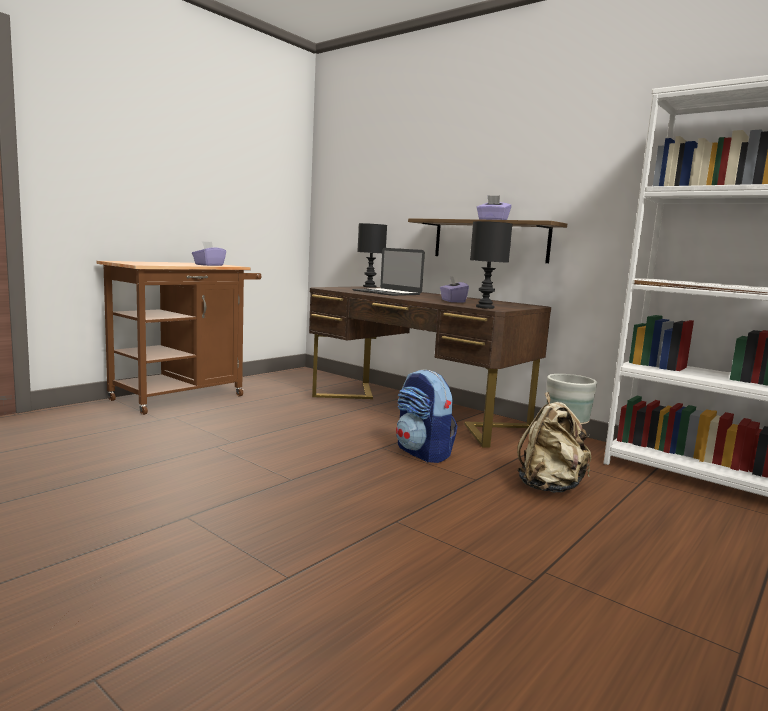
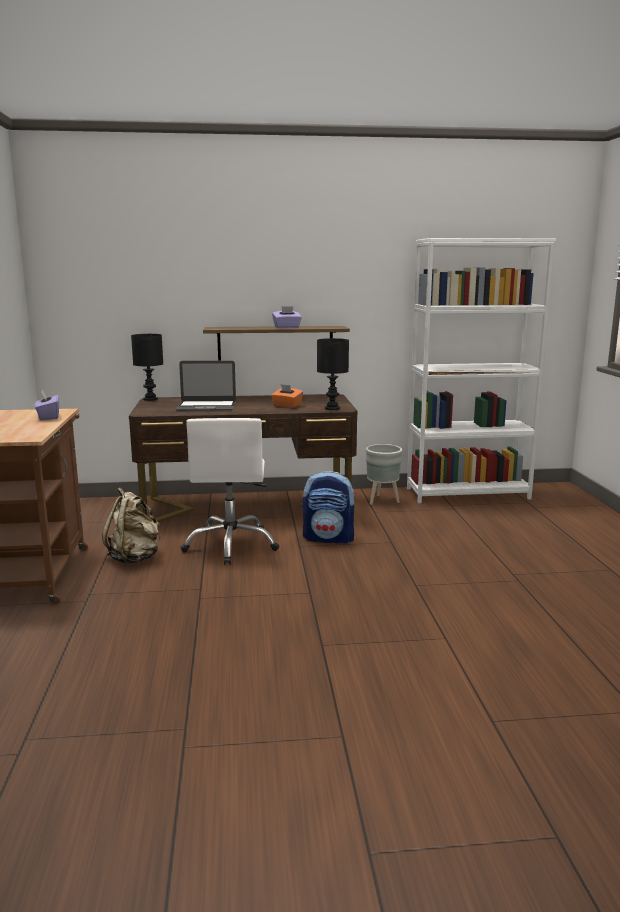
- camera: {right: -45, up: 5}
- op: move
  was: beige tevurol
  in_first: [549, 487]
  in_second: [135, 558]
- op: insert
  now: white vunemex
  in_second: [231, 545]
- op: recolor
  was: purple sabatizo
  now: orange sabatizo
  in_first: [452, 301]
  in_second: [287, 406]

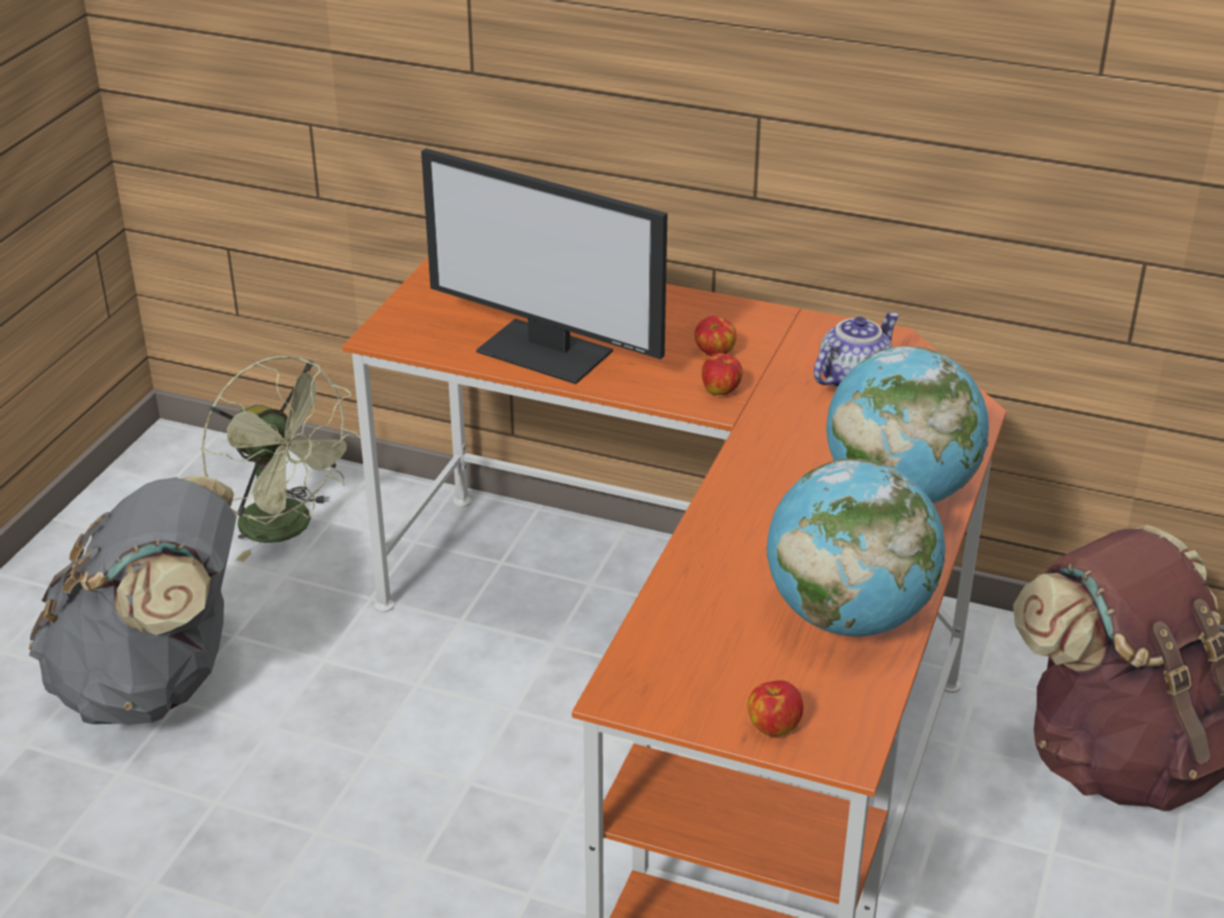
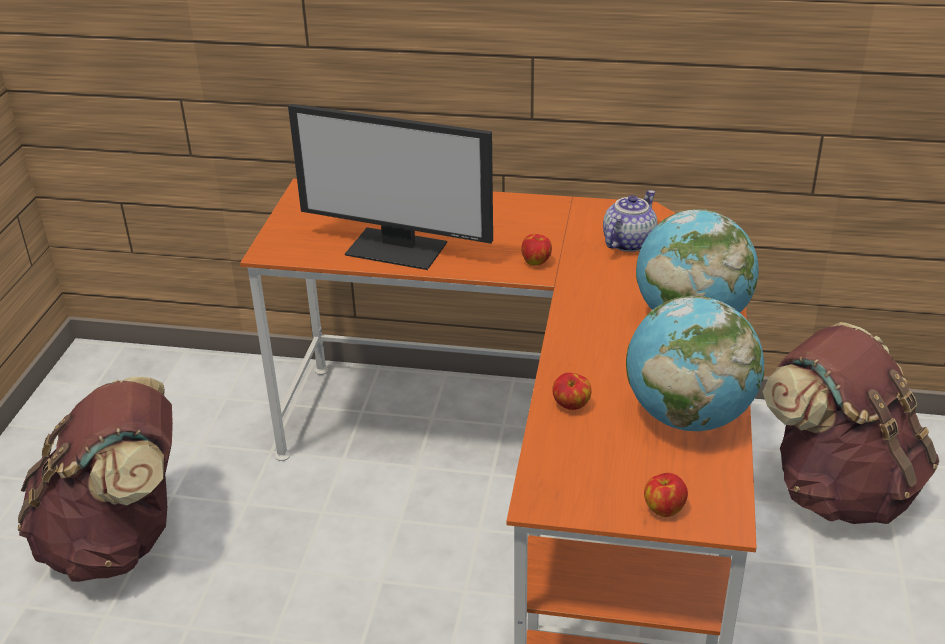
- camera: {right: -10, up: 0}
- op: recolor
  was: grey tevurol
  now: brown tevurol
  in_first: [157, 682]
  in_second: [120, 540]
- op: move
  was: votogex
  in_first: [714, 353]
  in_second: [571, 405]
- op: delete
  was: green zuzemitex
  in_first: [288, 528]

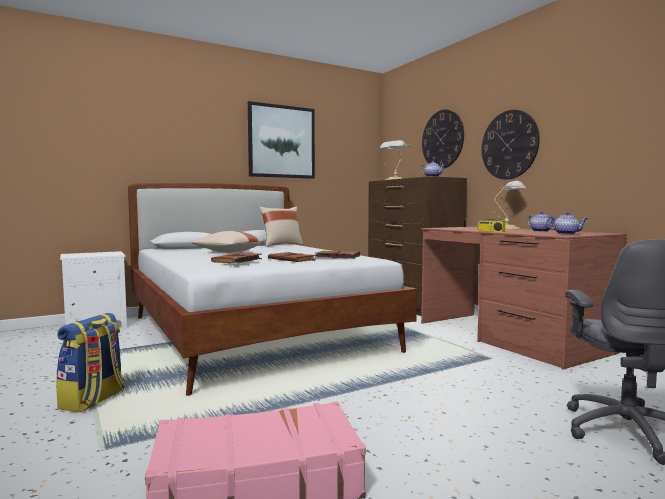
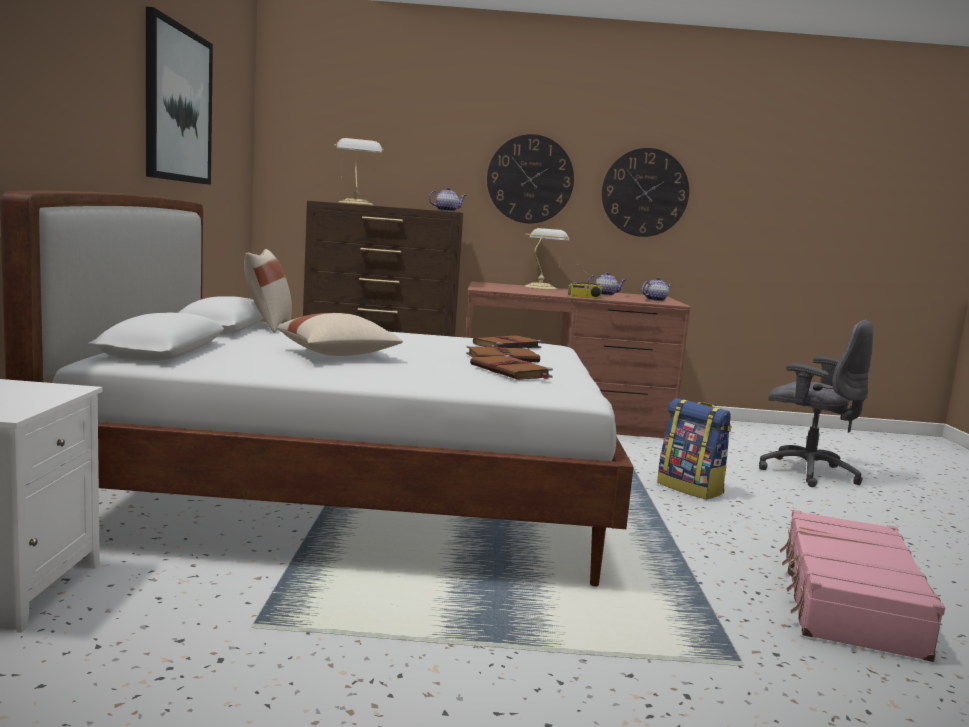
- camera: {right: -60, up: 5}
- op: move
  was: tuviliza
  in_first: [442, 139]
  in_second: [645, 192]
- op: move
  was: tevurol
  in_first: [93, 400]
  in_second: [691, 488]

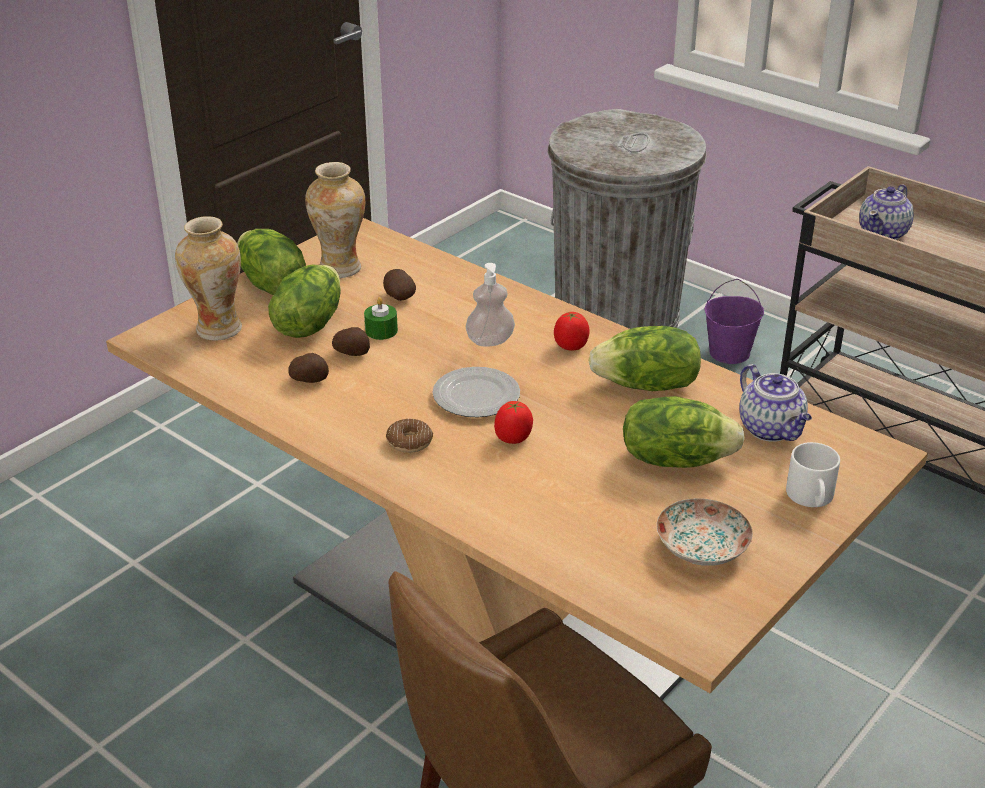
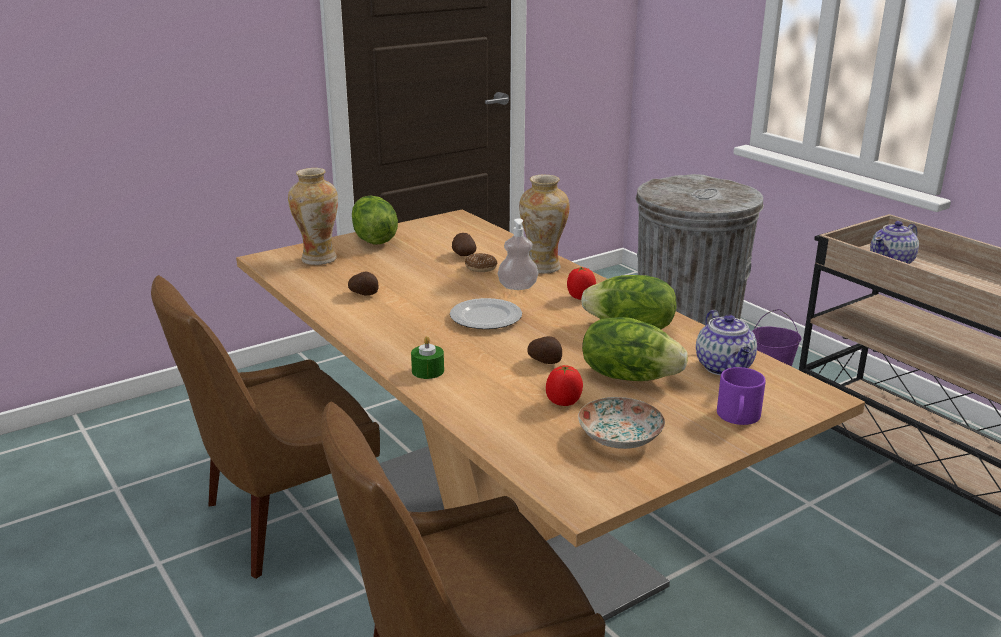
- camera: {right: 15, up: -10}
- op: insert
  now: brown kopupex
  in_second: [282, 521]
- op: move
  was: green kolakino
  in_first: [381, 331]
  in_second: [428, 371]
- op: move
  was: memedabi
  in_first: [409, 442]
  in_second: [481, 268]
- op: move
  was: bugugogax
  in_first: [340, 269]
  in_second: [542, 268]
- op: move
  was: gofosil
  in_first: [352, 353]
  in_second: [545, 361]
- op: move
  was: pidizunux
  in_first: [513, 439]
  in_second: [563, 402]
- op: recolor
  was: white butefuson
  now: purple butefuson
  in_first: [812, 498]
  in_second: [739, 418]
- op: delete
  was: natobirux
  in_first: [308, 324]

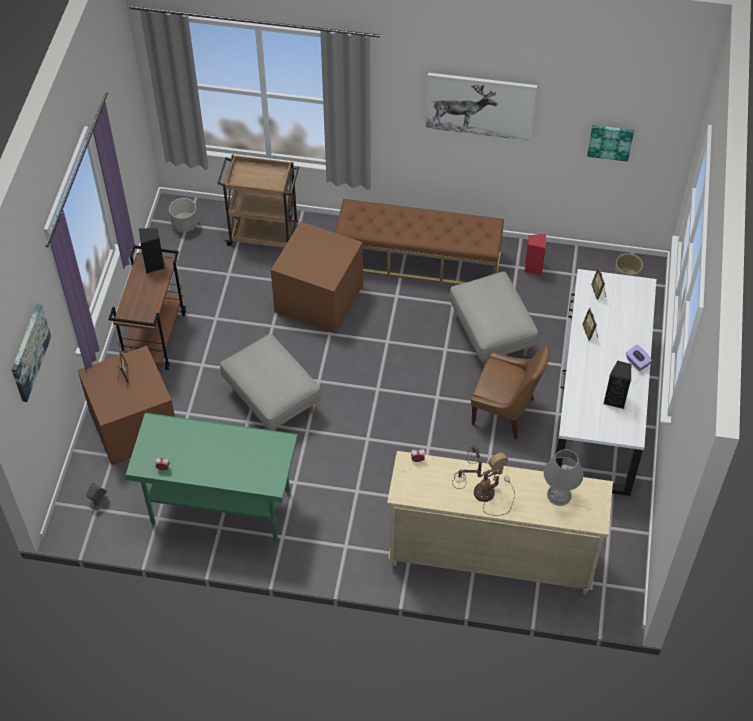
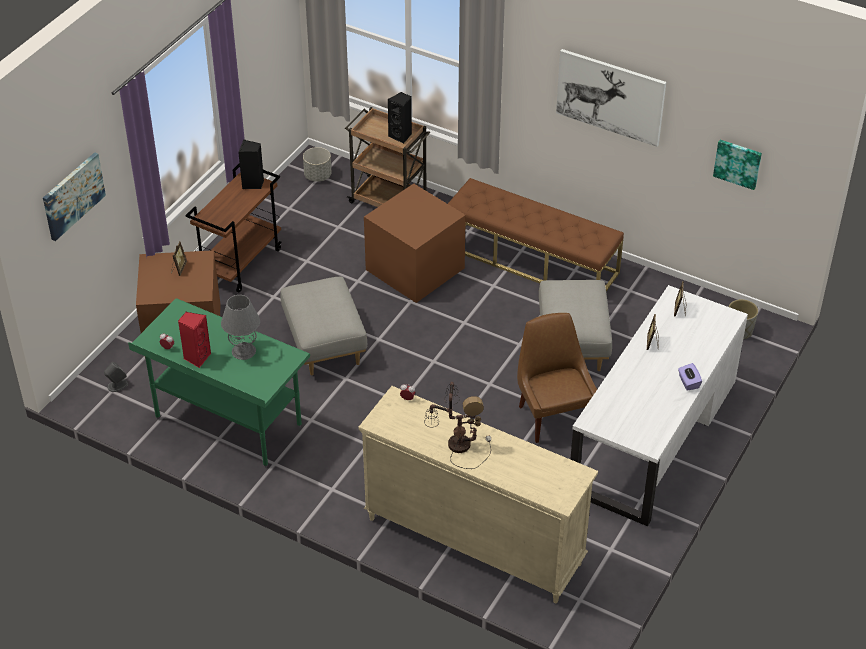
- camera: {right: 20, up: -10}
- op: move
  was: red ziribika
  in_first: [533, 268]
  in_second: [196, 357]
- op: move
  was: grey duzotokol
  in_first: [559, 495]
  in_second: [243, 351]
- op: move
  was: black ziribika
  in_first: [615, 399]
  in_second: [401, 136]
- op: rotate
  was: brown kopupex
  in_first: [505, 412]
  in_second: [553, 416]
  clockwise: -150

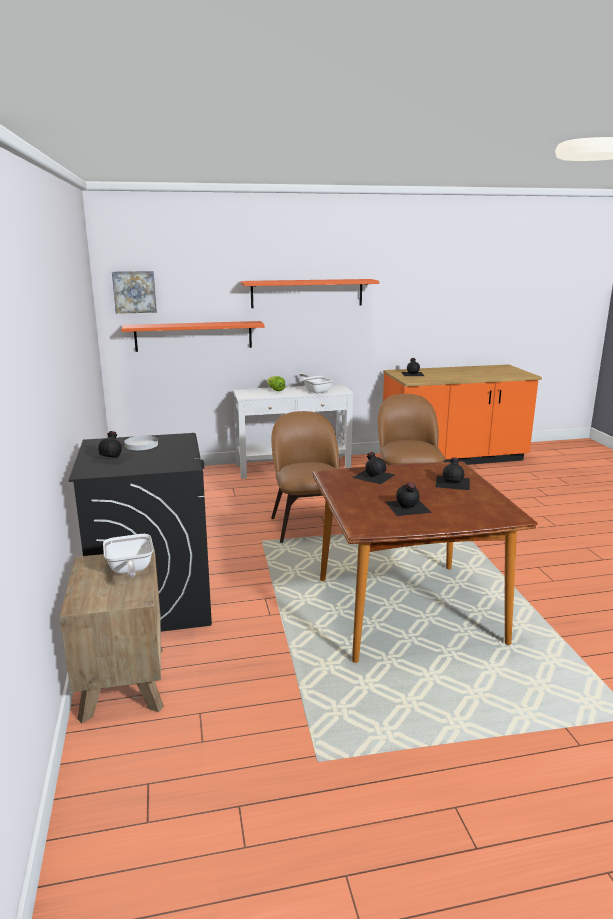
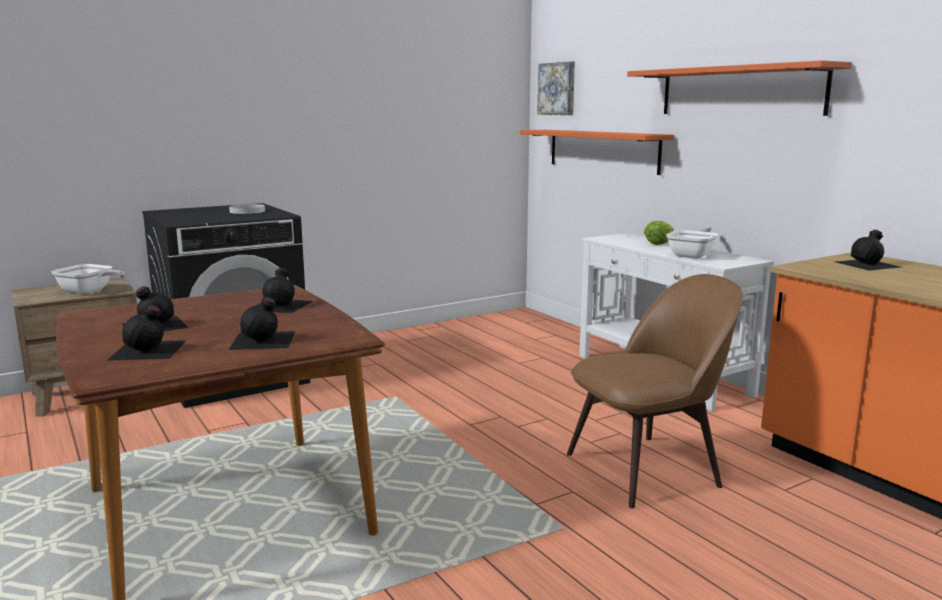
- camera: {right: 70, up: -5}
- op: rotate
  was: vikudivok
  in_first: [130, 570]
  in_second: [89, 291]
  clockwise: -120
- op: move
  was: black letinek
  in_first: [113, 457]
  in_second: [148, 350]
- op: delete
  was: brown kopupex
  in_first: [308, 525]

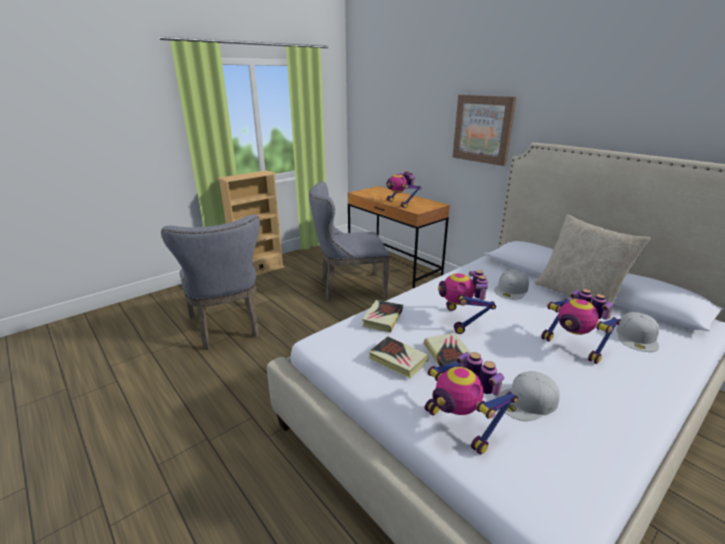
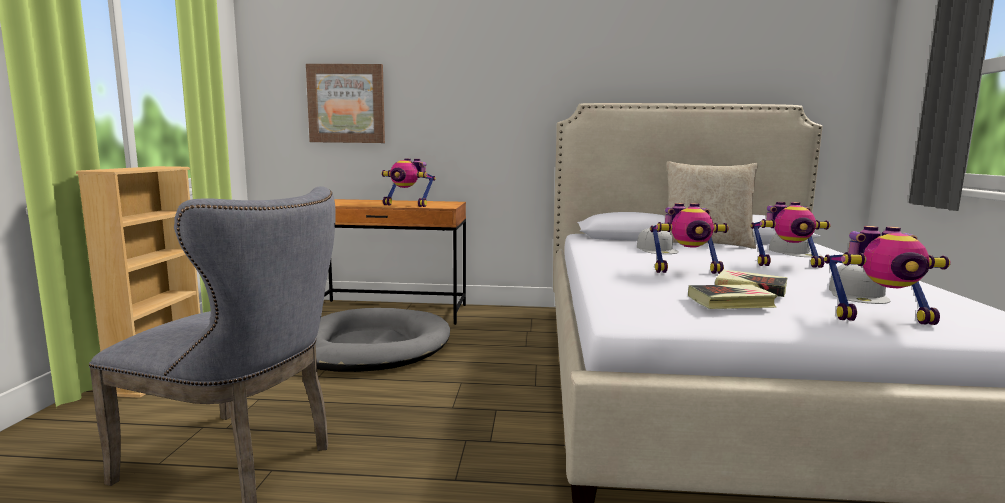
- camera: {right: -45, up: -15}
- op: move
  was: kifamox
  in_first: [483, 129]
  in_second: [346, 104]
- op: replace
  was: grey kopupex
  now: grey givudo
  in_first: [348, 288]
  in_second: [369, 347]
- op: rotate
  was: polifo
  in_first: [461, 320]
  in_second: [686, 271]
  clockwise: -45
- op: delete
  was: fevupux
  in_first: [382, 318]

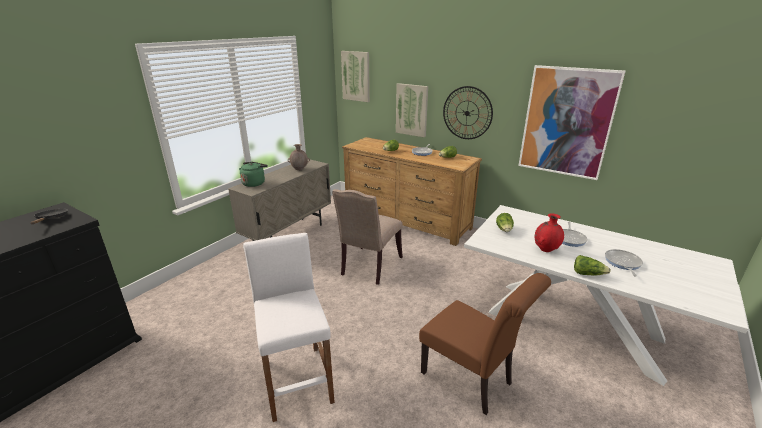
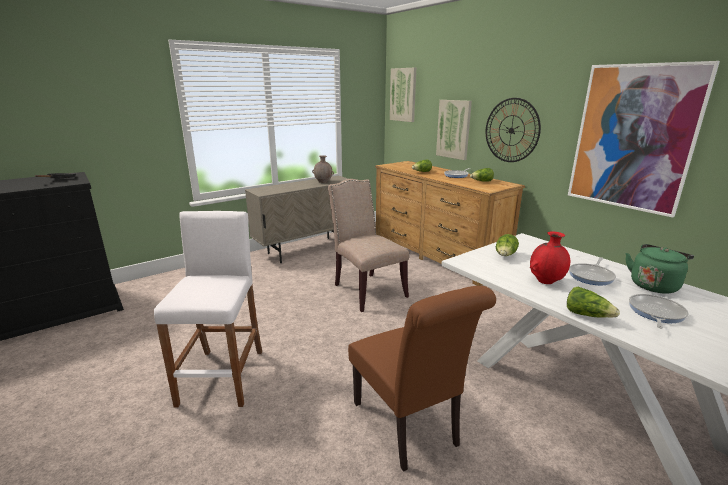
- camera: {right: 20, up: -5}
- op: rotate
  was: beige kopupex
  in_first: [369, 267]
  in_second: [366, 290]
  clockwise: 105
- op: move
  was: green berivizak
  in_first: [254, 183]
  in_second: [654, 285]

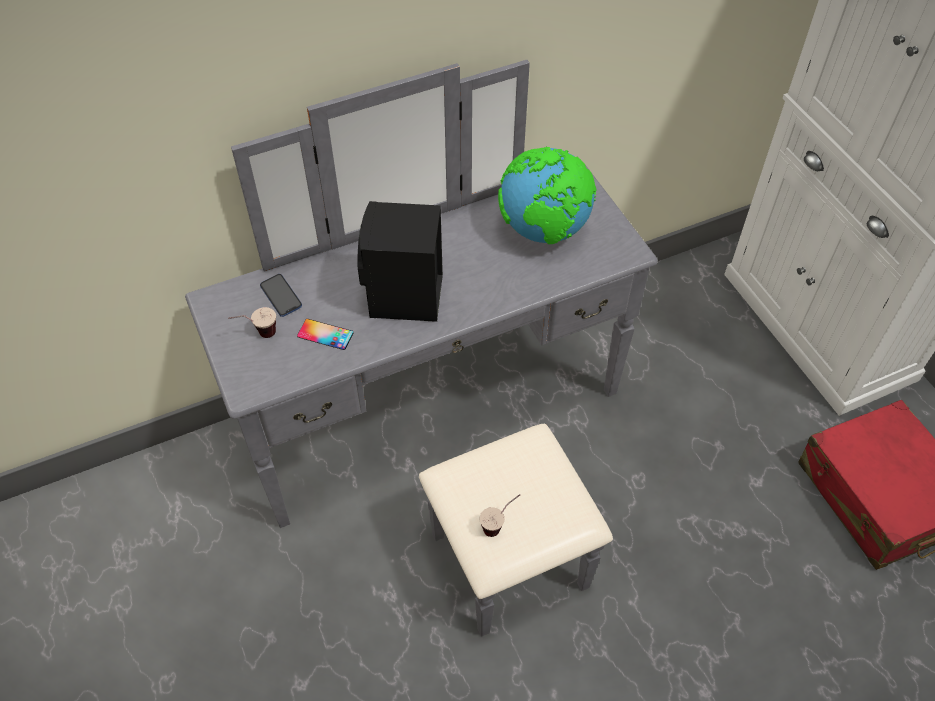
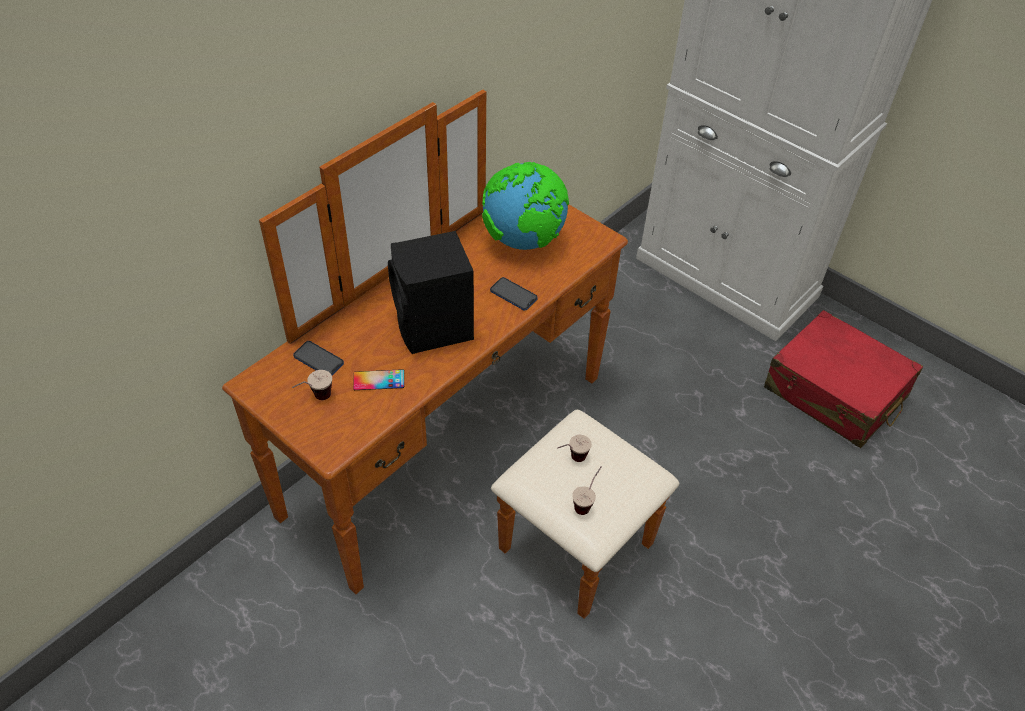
- camera: {right: -25, up: -5}
- op: recolor
  was: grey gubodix
  now: brown gubodix
  in_first: [450, 442]
  in_second: [476, 465]
- op: insert
  now: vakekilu
  in_second: [513, 295]
- op: insert
  now: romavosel
  in_second: [571, 460]

